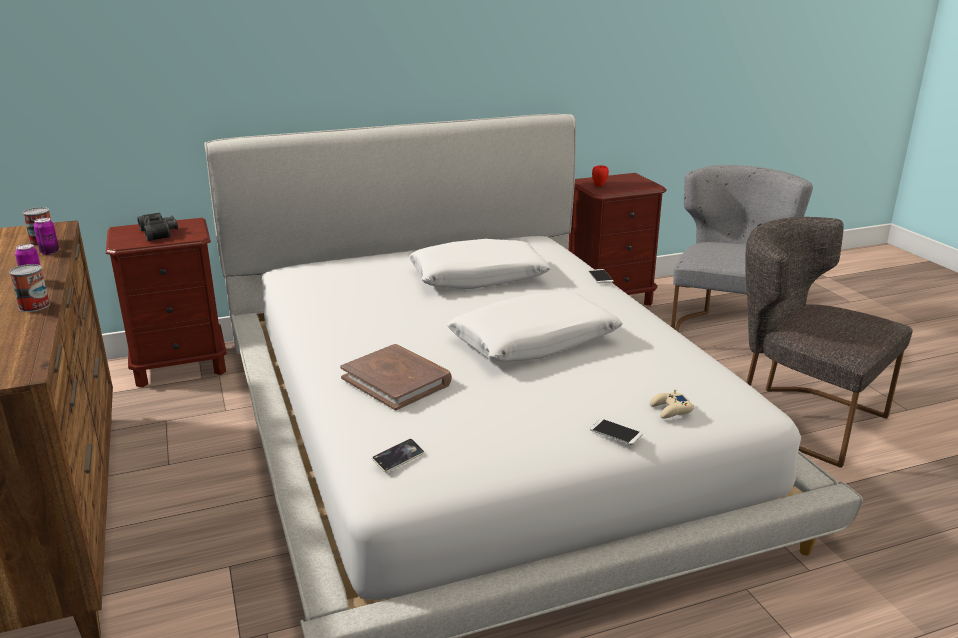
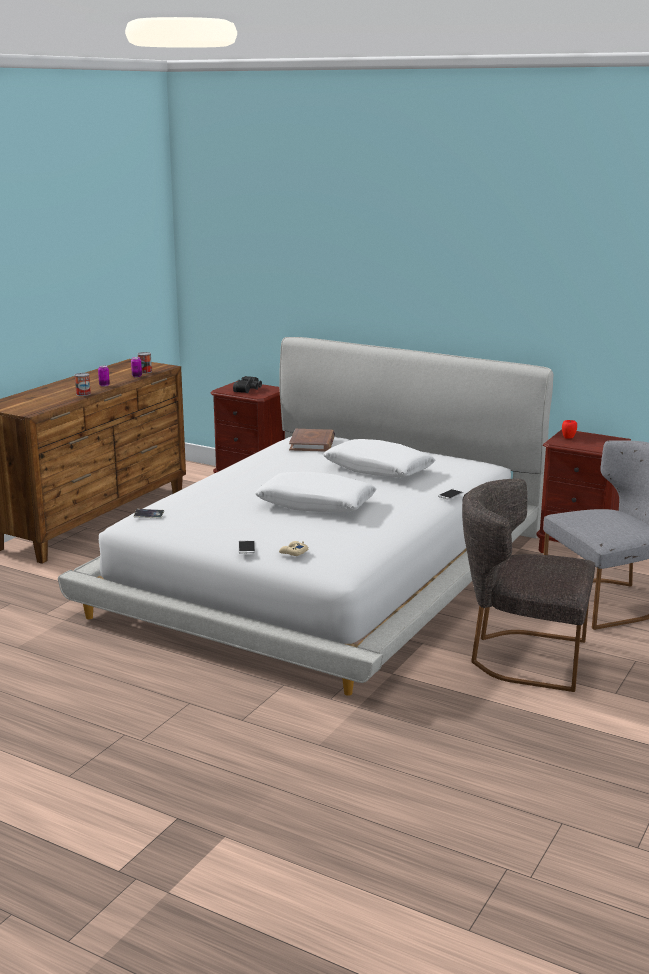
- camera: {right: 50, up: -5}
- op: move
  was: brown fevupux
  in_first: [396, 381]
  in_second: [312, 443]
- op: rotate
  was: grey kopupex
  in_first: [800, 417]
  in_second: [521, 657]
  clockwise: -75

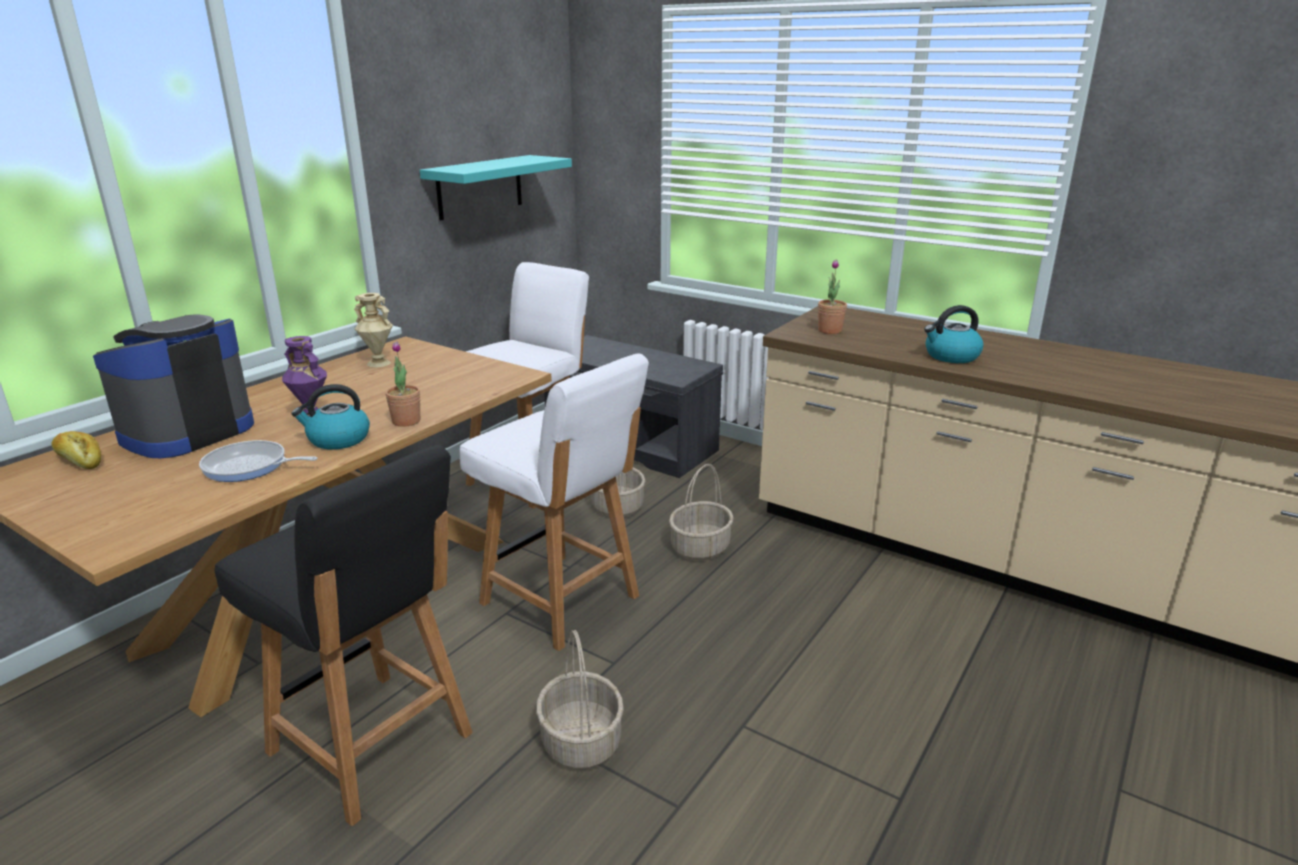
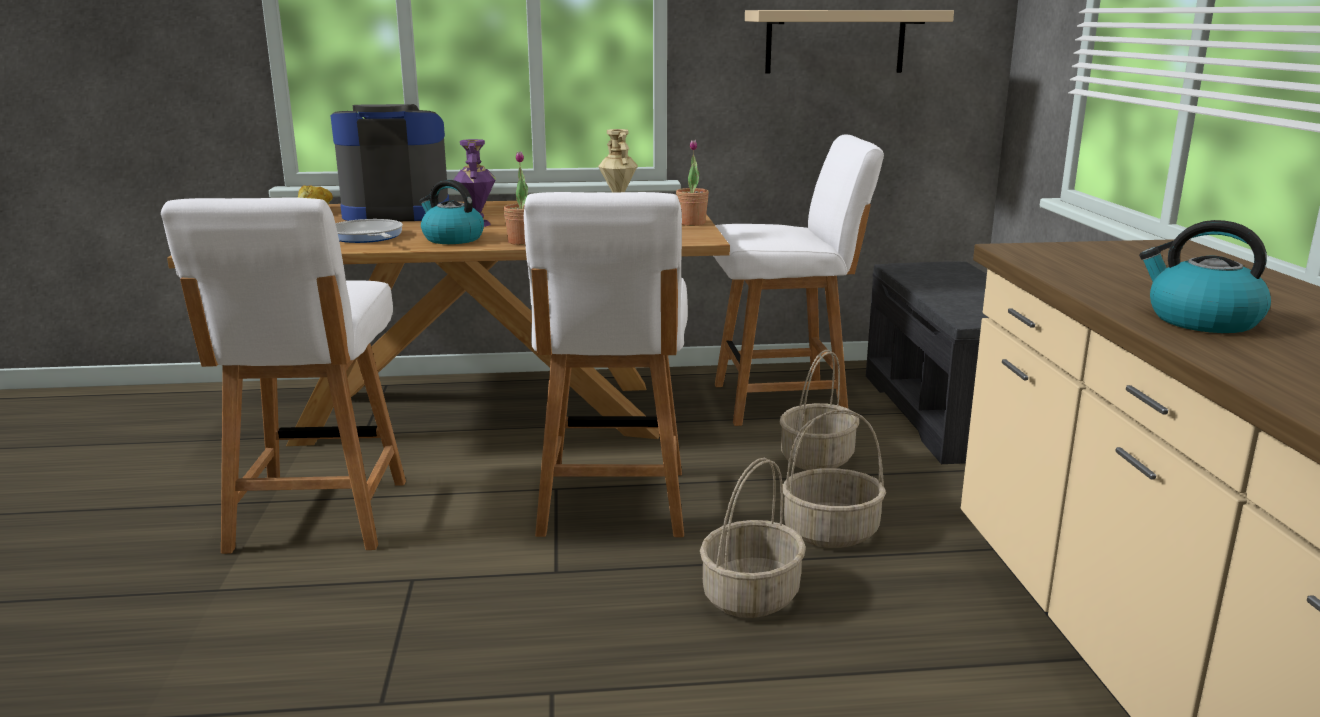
- camera: {right: 50, up: -5}
- op: recolor
  was: black kopupex
  now: white kopupex
  in_first: [373, 745]
  in_second: [317, 518]
- op: move
  was: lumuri
  in_first: [830, 330]
  in_second: [691, 223]
- op: move
  was: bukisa
  in_first: [580, 741]
  in_second: [751, 595]
- op: recolor
  was: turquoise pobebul
  now: beige pobebul
  in_first: [480, 187]
  in_second: [835, 41]

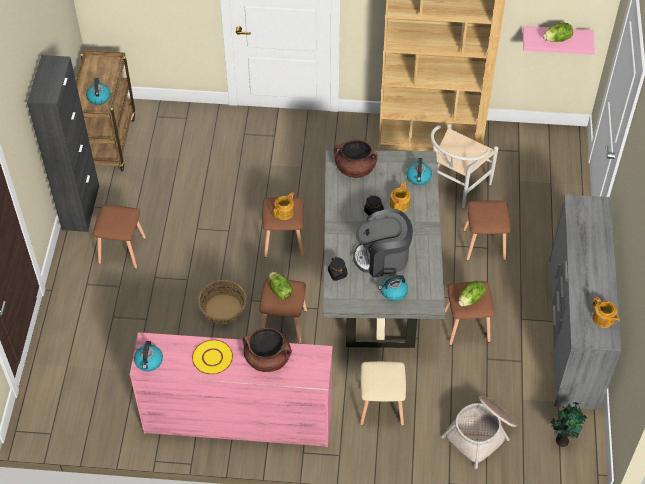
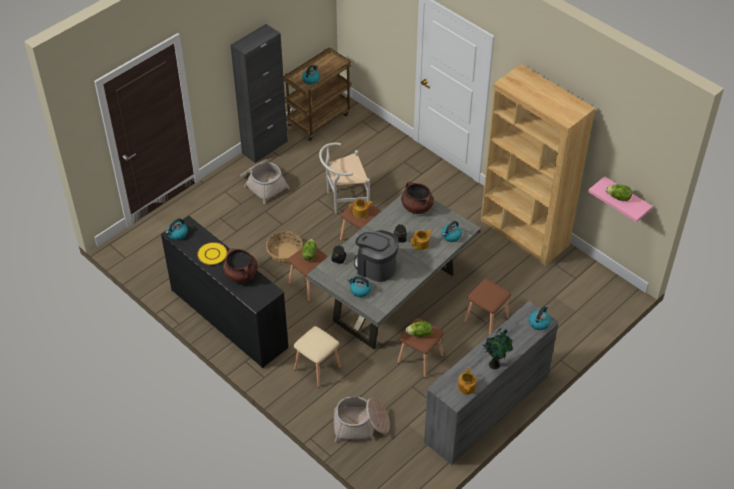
- camera: {right: 40, up: -5}
- op: recolor
  was: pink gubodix
  now: black gubodix
  in_first: [237, 419]
  in_second: [229, 318]
- op: replace
  was: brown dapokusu
  now: bukisa
  in_first: [122, 249]
  in_second: [263, 184]
- op: move
  was: white kopupex
  in_first: [455, 188]
  in_second: [344, 200]
- op: move
  was: lumuri
  in_first: [562, 439]
  in_second: [495, 364]
- op: insert
  now: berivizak
  in_second: [539, 322]

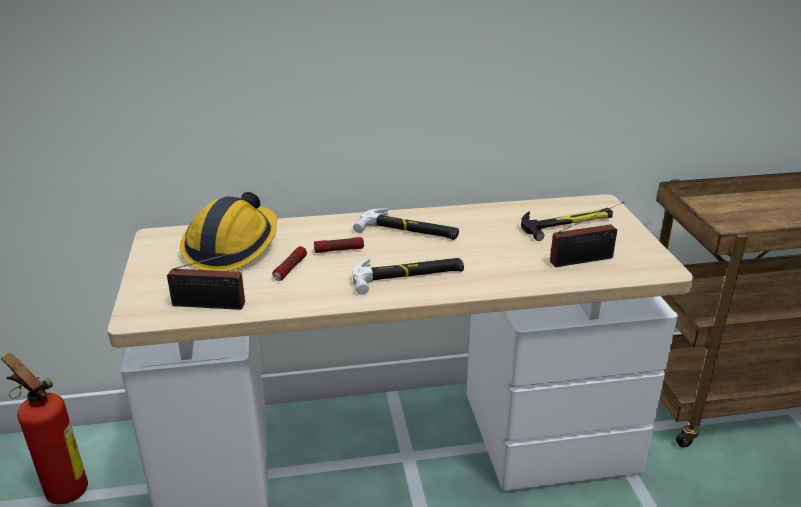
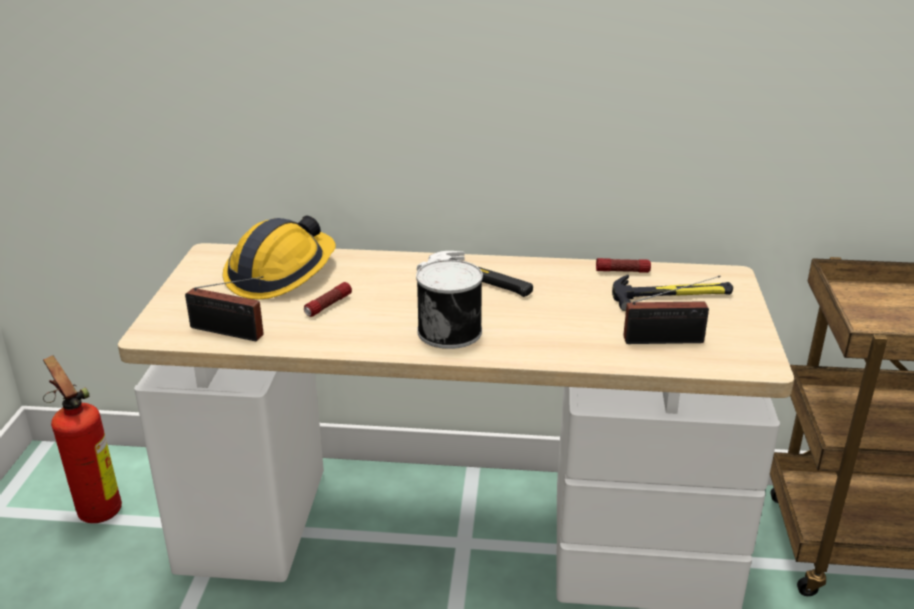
- camera: {right: 15, up: 0}
- op: replace
  was: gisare
  now: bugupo
  in_first: [408, 276]
  in_second: [451, 331]
- op: move
  was: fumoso
  in_first: [339, 250]
  in_second: [622, 271]

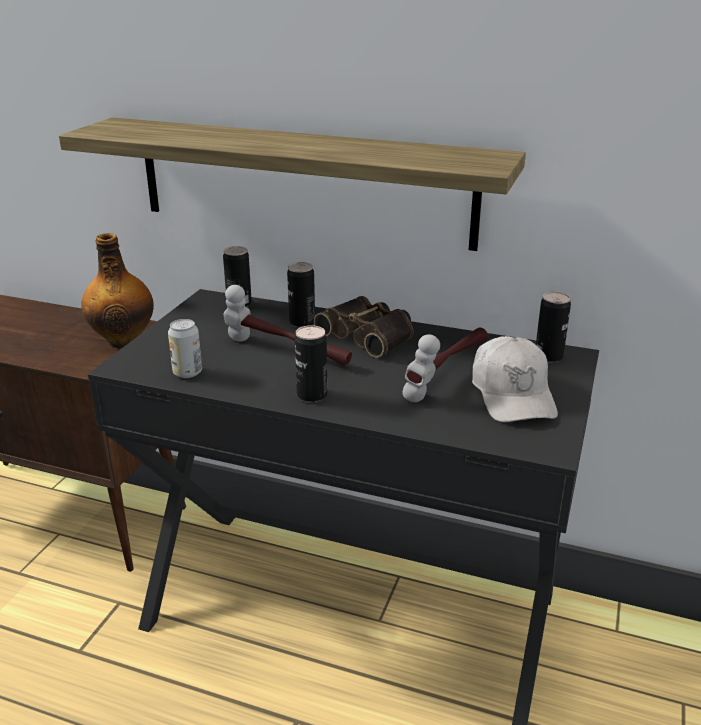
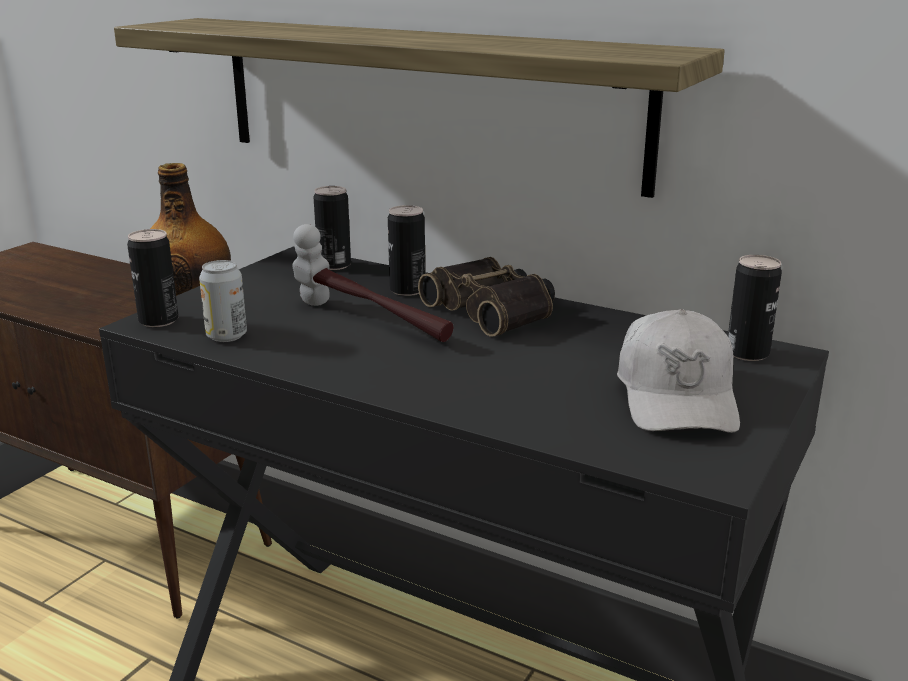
- camera: {right: 10, up: -5}
- op: move
  was: bugupo
  in_first: [312, 395]
  in_second: [158, 320]
- op: delete
  was: gisare
  in_first: [448, 373]

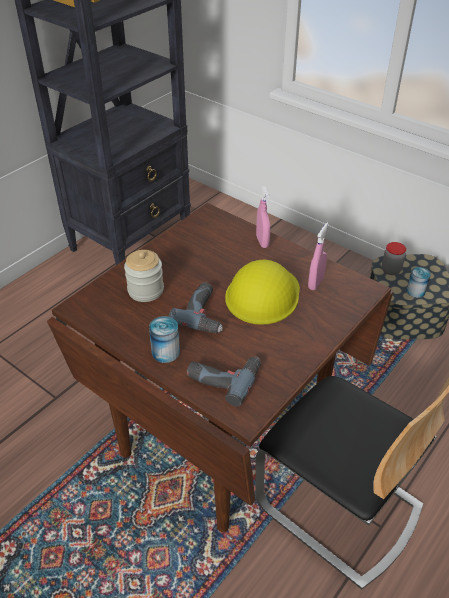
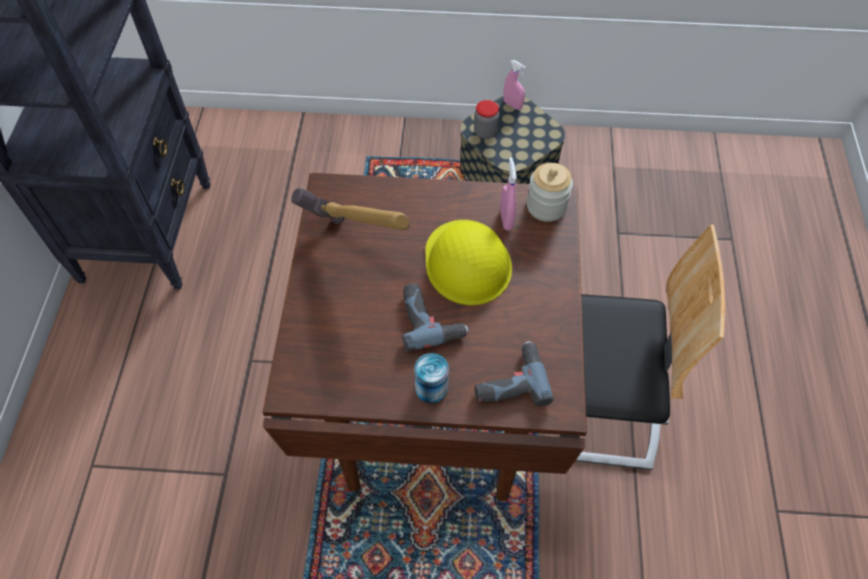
- camera: {right: -35, up: 15}
- op: insert
  now: gisare
  in_second: [353, 248]
- op: move
  was: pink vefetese
  in_first: [262, 242]
  in_second: [512, 105]
- op: move
  was: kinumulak
  in_first: [146, 290]
  in_second: [546, 206]
- op: delete
  was: bugupo
  in_first: [415, 291]

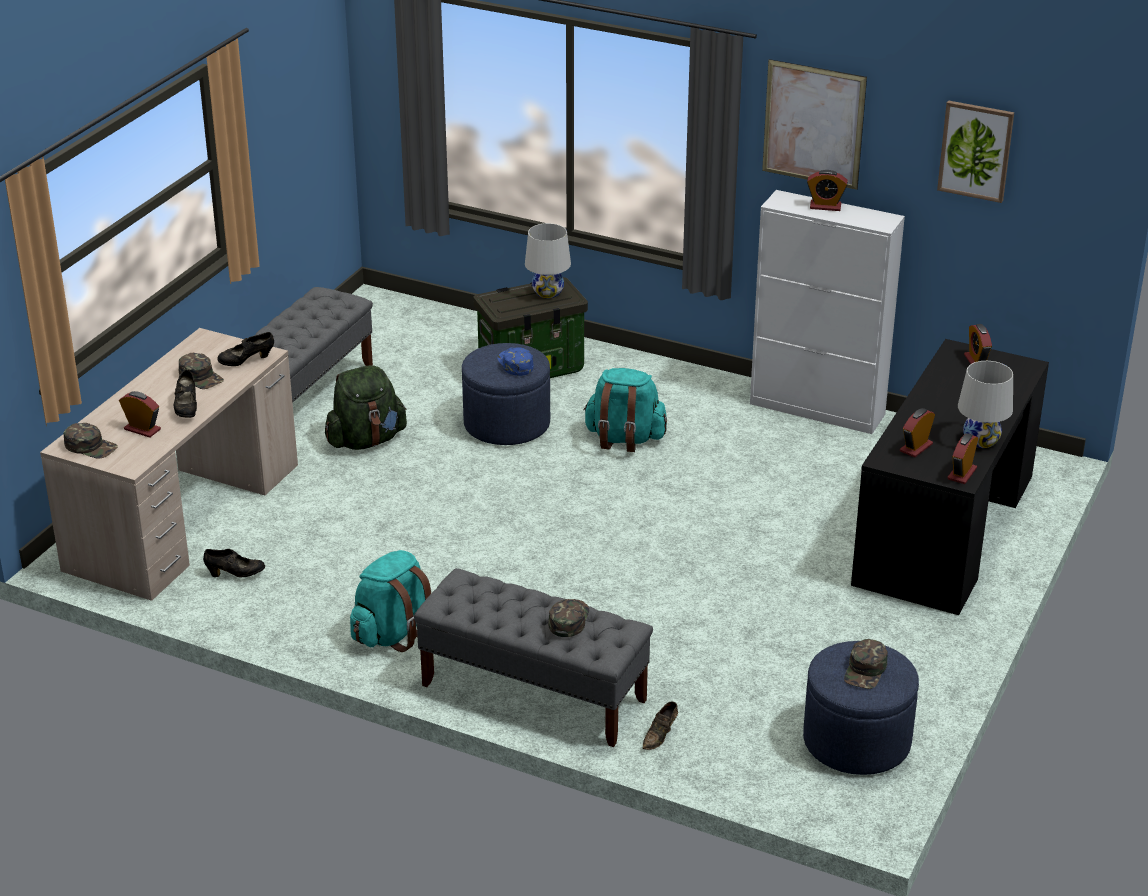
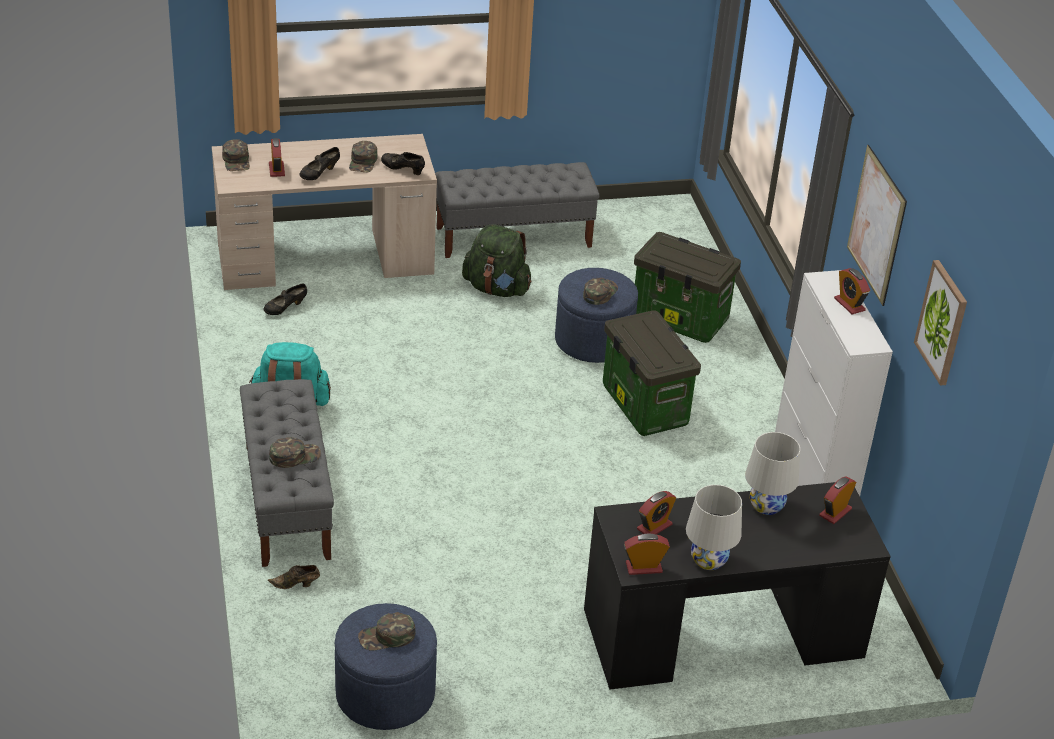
- camera: {right: 50, up: 5}
- op: rotate
  was: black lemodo
  in_first: [235, 574]
  in_second: [285, 309]
  clockwise: 90
- op: recolor
  was: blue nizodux
  now: green nizodux
  in_first: [514, 364]
  in_second: [599, 293]
- op: replace
  was: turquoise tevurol
  now: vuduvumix
  in_first: [624, 439]
  in_second: [643, 405]
- op: rotate
  was: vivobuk
  in_first: [916, 447]
  in_second: [654, 527]
  clockwise: 135
- op: move
  was: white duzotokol
  in_first: [547, 292]
  in_second: [766, 505]

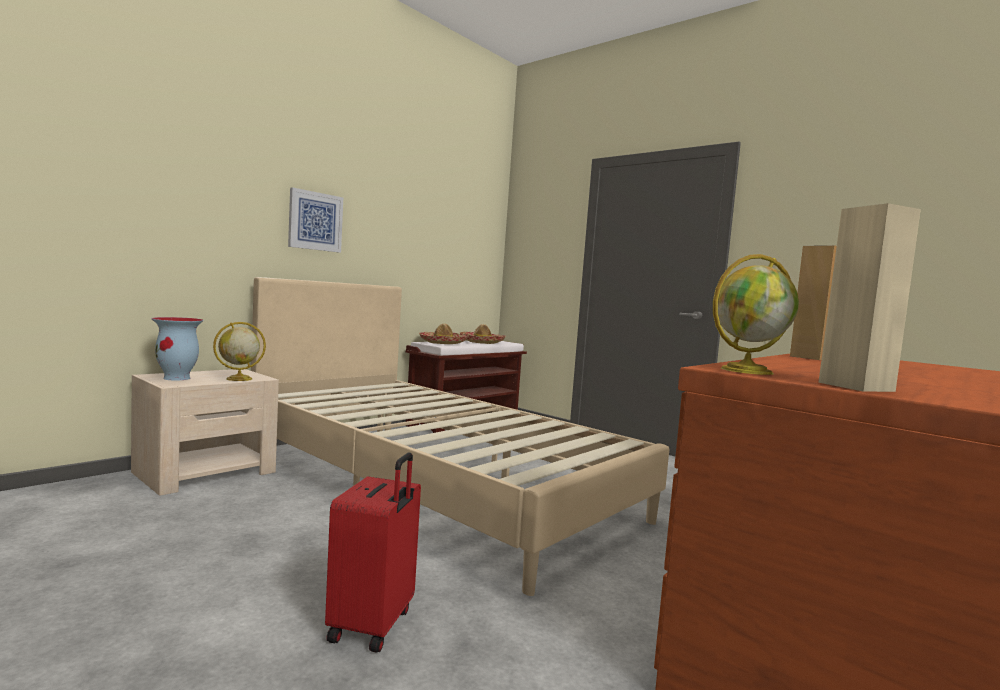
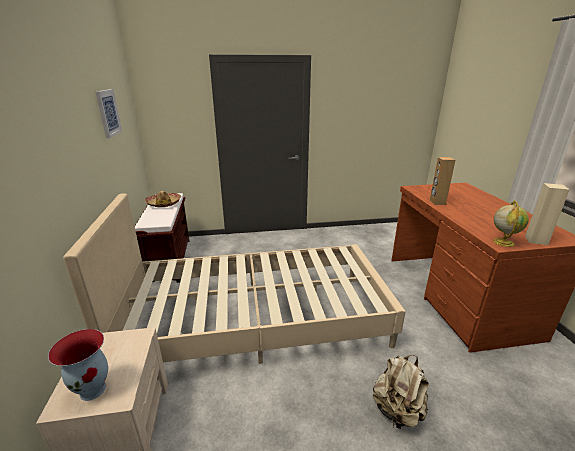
- camera: {right: -50, up: 20}
- op: move
  was: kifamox
  in_first: [315, 221]
  in_second: [108, 113]
- op: replace
  was: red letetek
  now: beige tevurol
  in_first: [373, 625]
  in_second: [397, 410]
- op: delete
  was: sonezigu
  in_first: [238, 379]
- op: delete
  was: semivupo
  in_first: [443, 343]

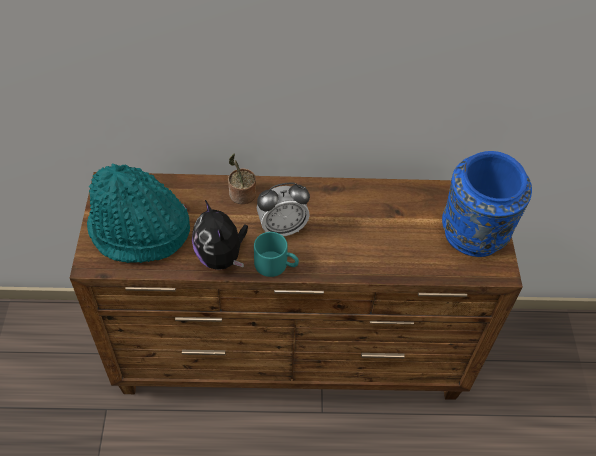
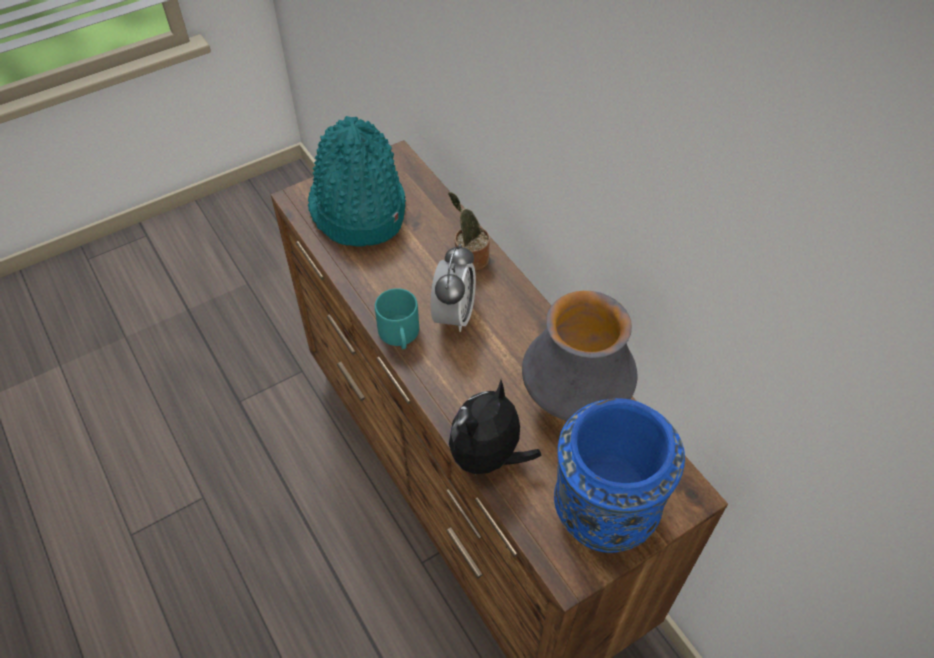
- camera: {right: 60, up: 0}
- op: rotate
  was: vivobuk
  in_first: [282, 228]
  in_second: [454, 315]
  clockwise: -120
- op: move
  was: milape
  in_first: [221, 257]
  in_second: [488, 457]
- op: insert
  now: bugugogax
  in_second: [573, 401]

